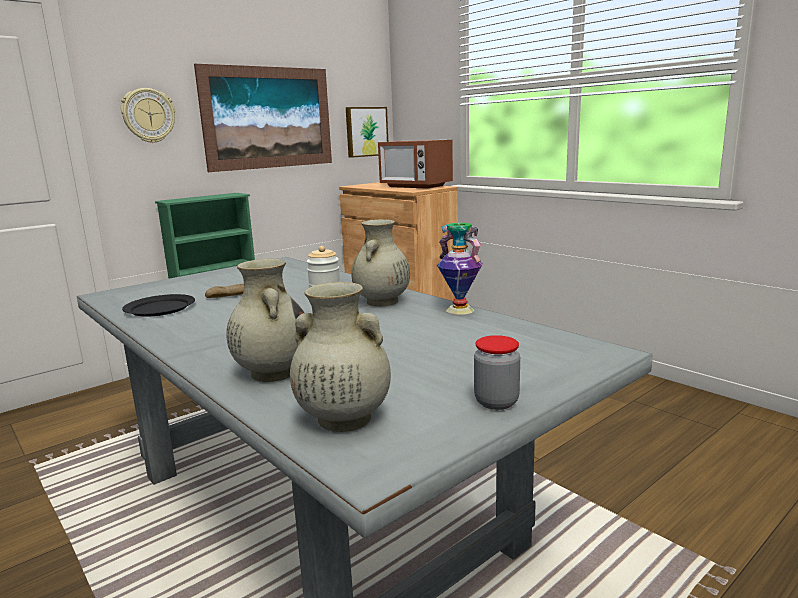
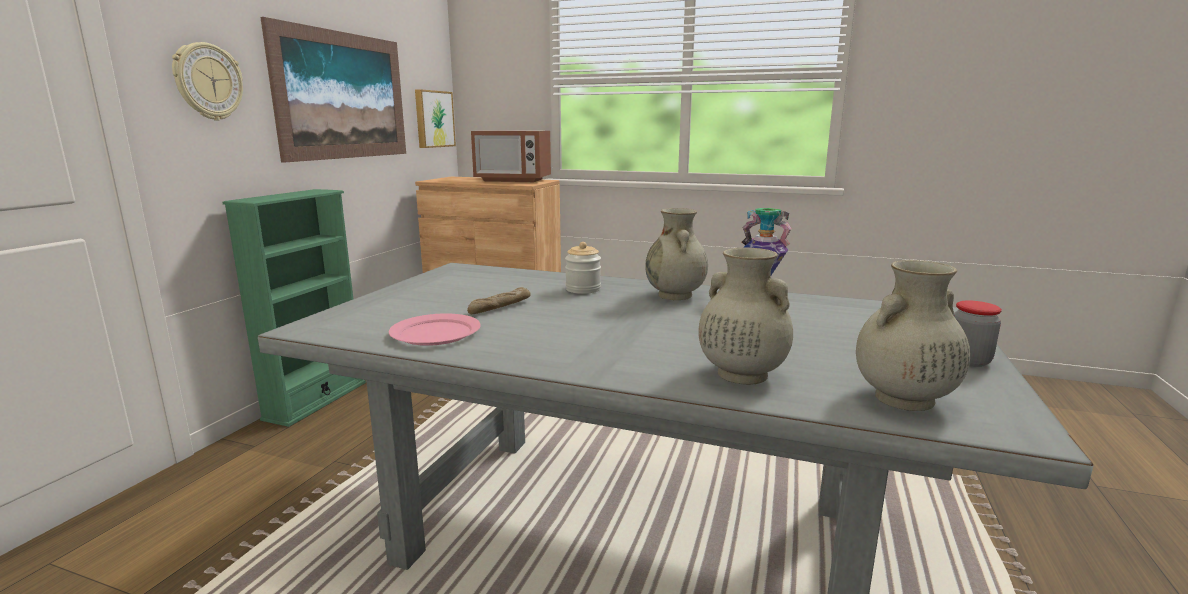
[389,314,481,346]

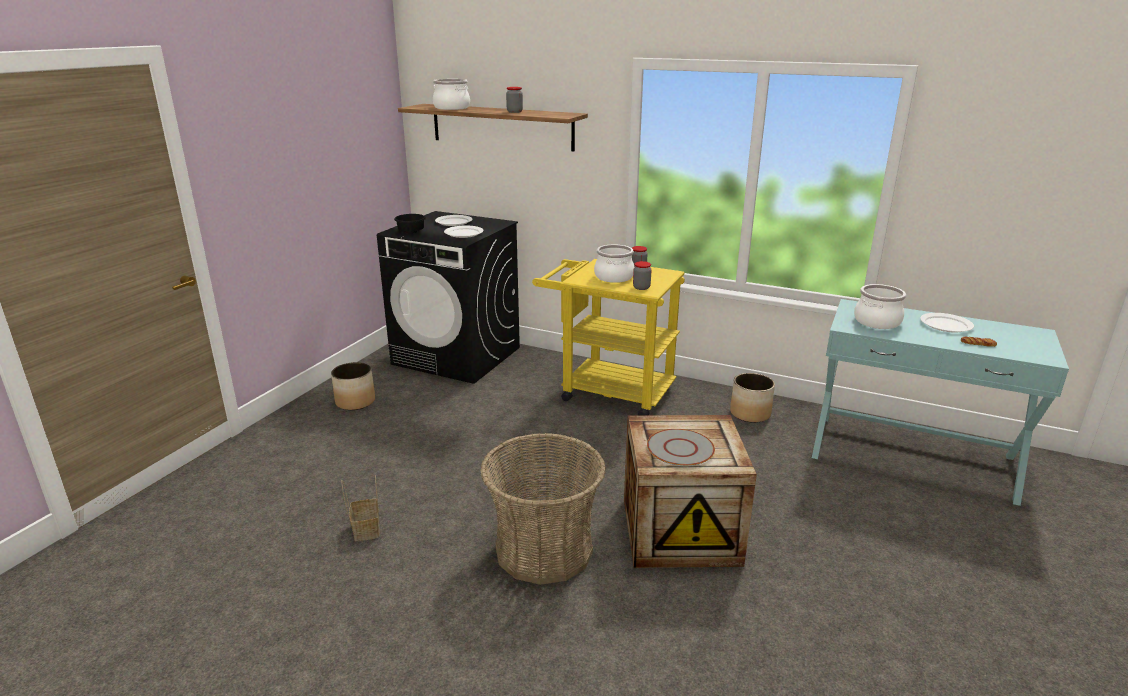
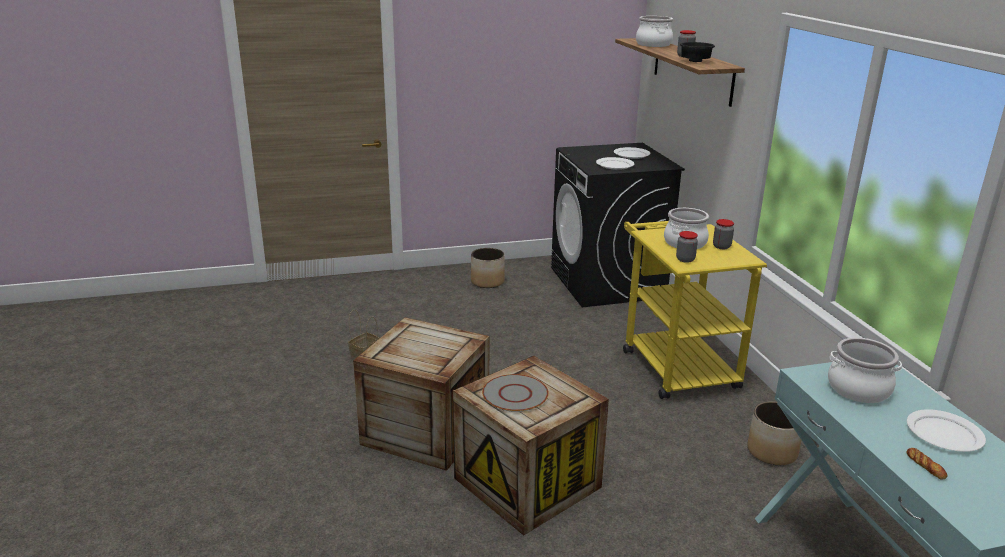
[680,42,715,62]
[353,317,490,471]

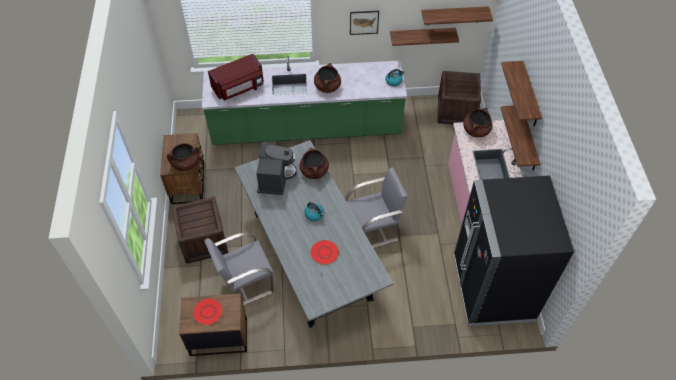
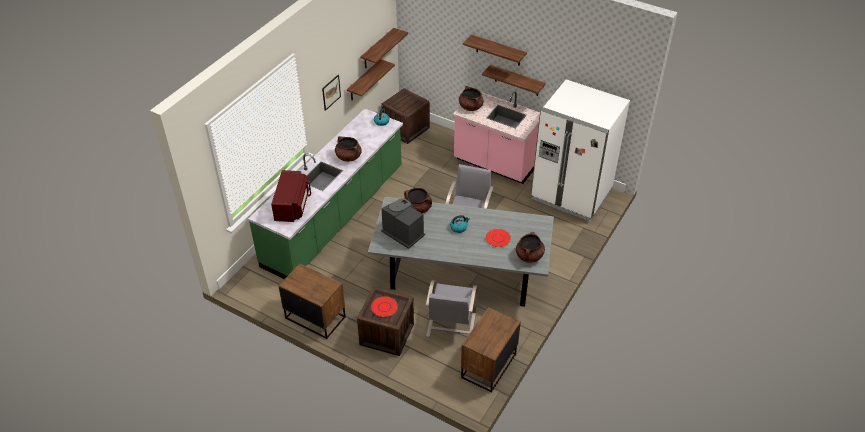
[516,232,545,263]
[531,79,630,221]
[371,296,398,317]

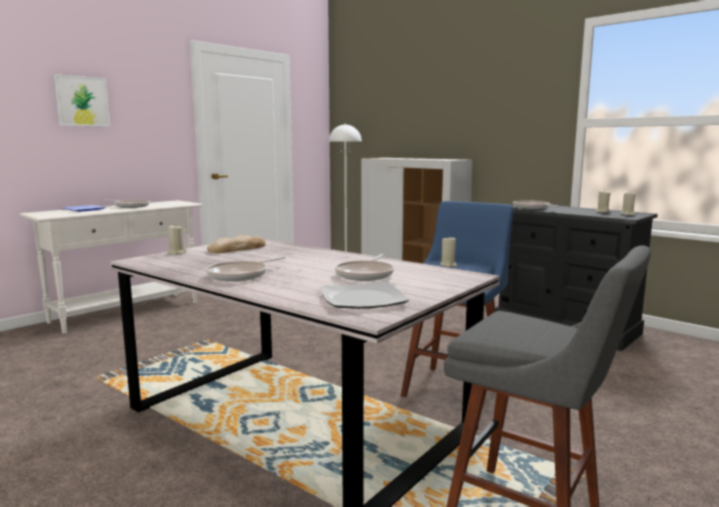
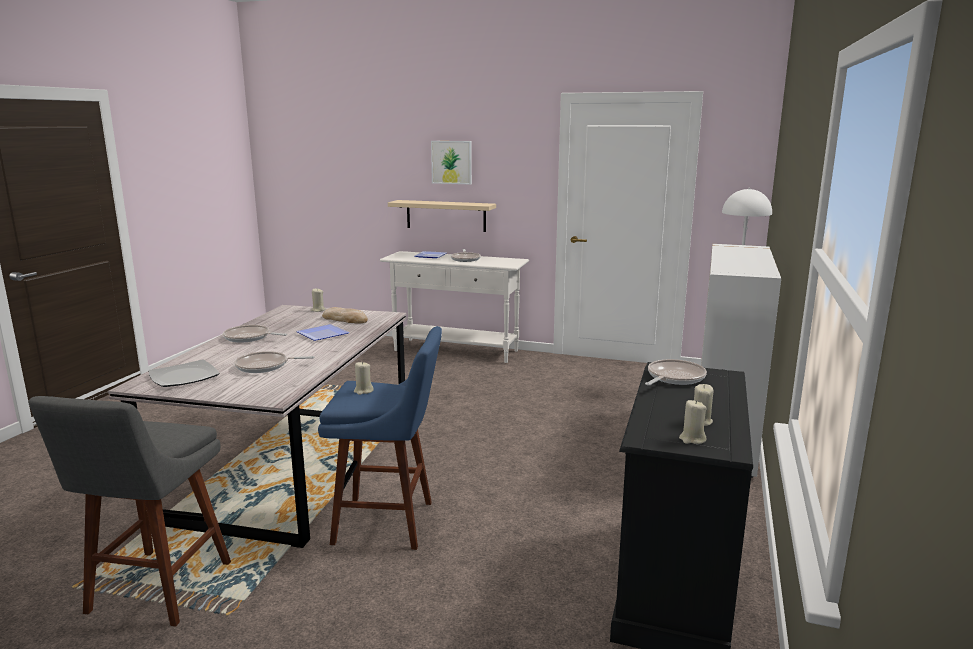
[388,200,496,232]
[296,324,350,341]

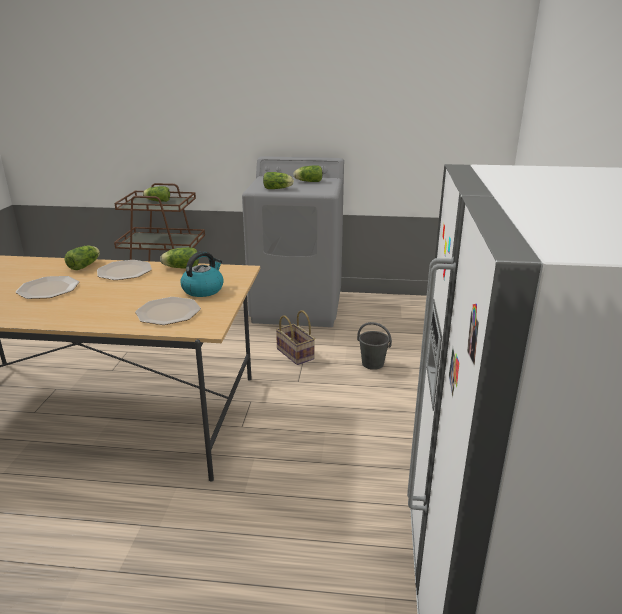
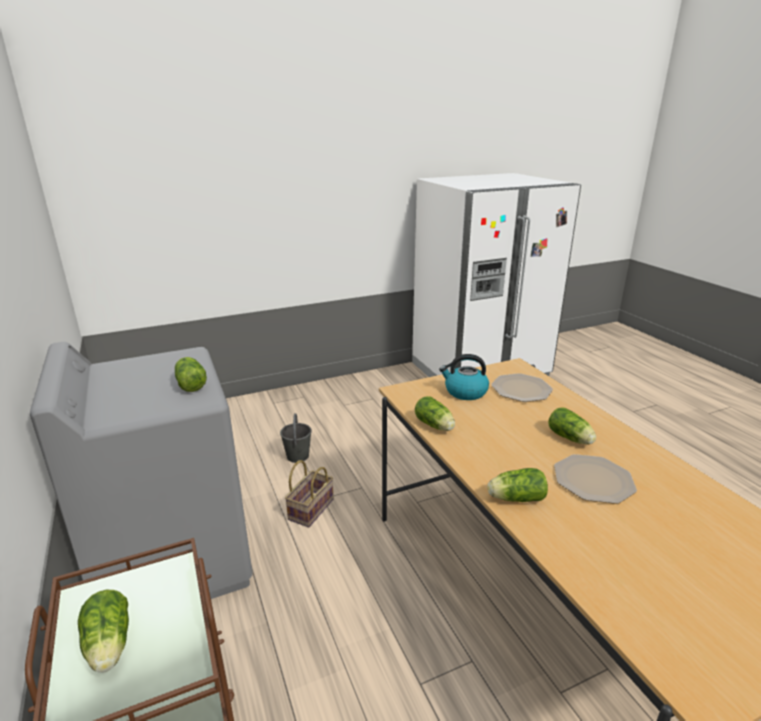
[548,407,596,445]
[97,260,152,280] (first image)

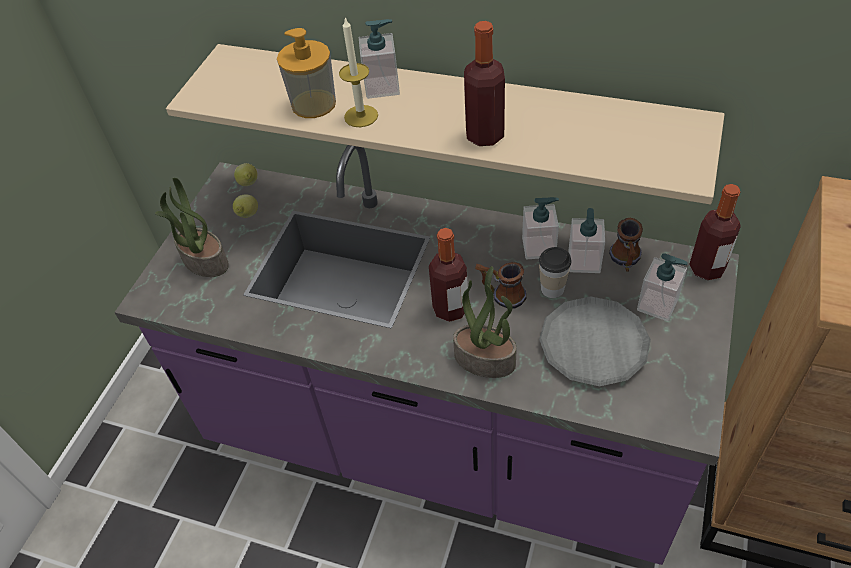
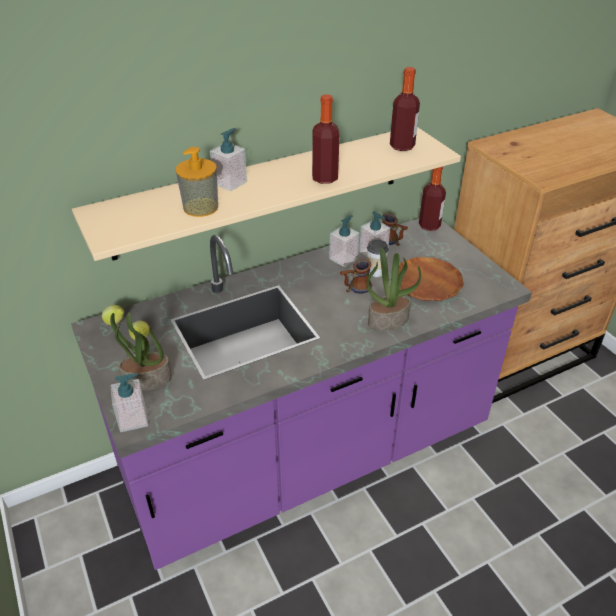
[339,17,378,127] (first image)
[390,67,420,151]
[110,373,148,432]
[398,257,464,301]

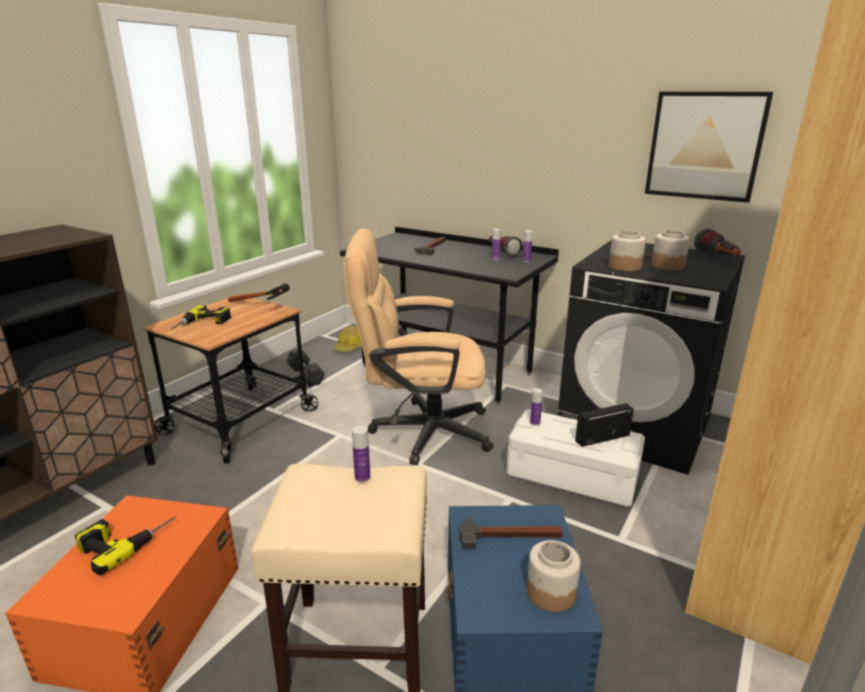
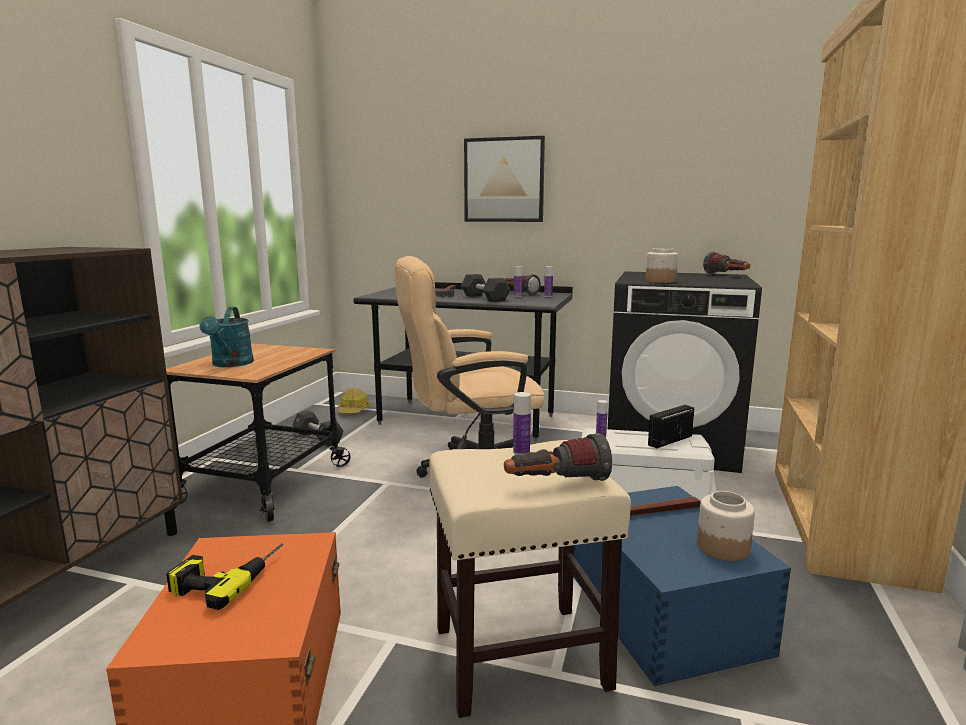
[464,136,545,222]
[651,230,690,270] (first image)
[228,283,290,302] (first image)
[200,307,254,367]
[461,274,510,302]
[504,433,612,481]

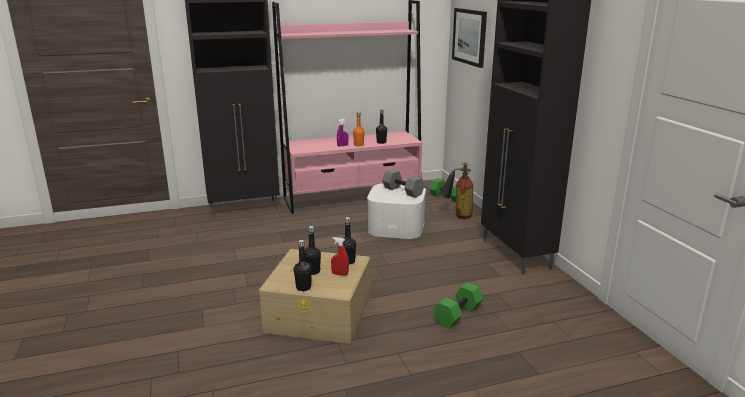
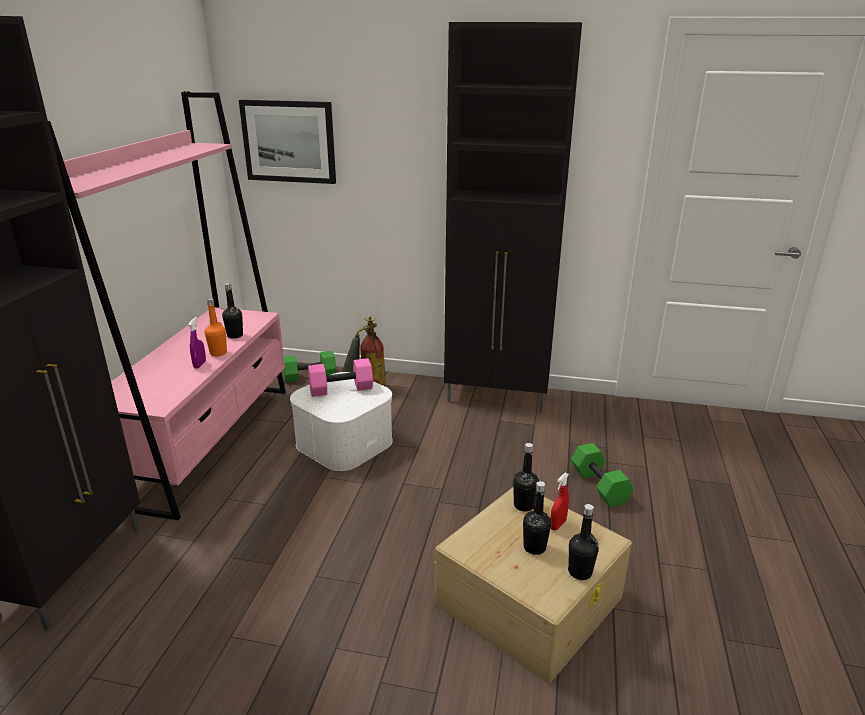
[308,358,373,397]

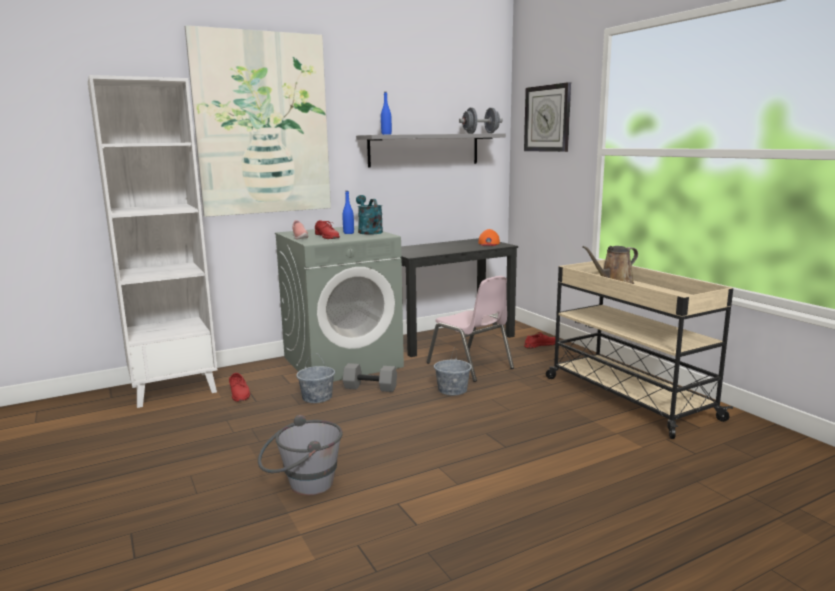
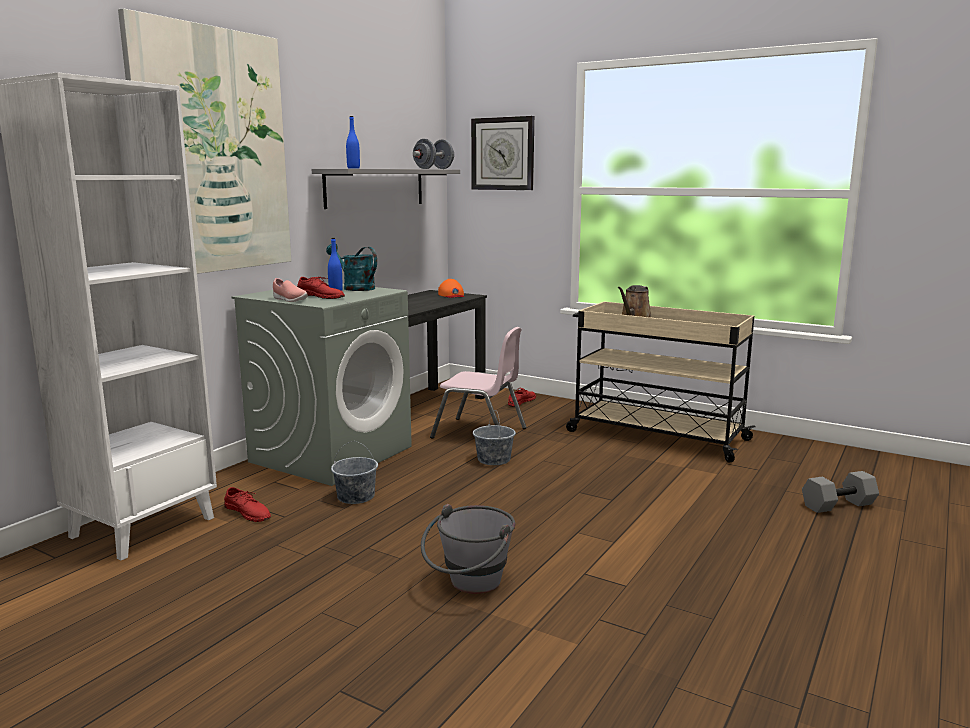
[802,471,879,513]

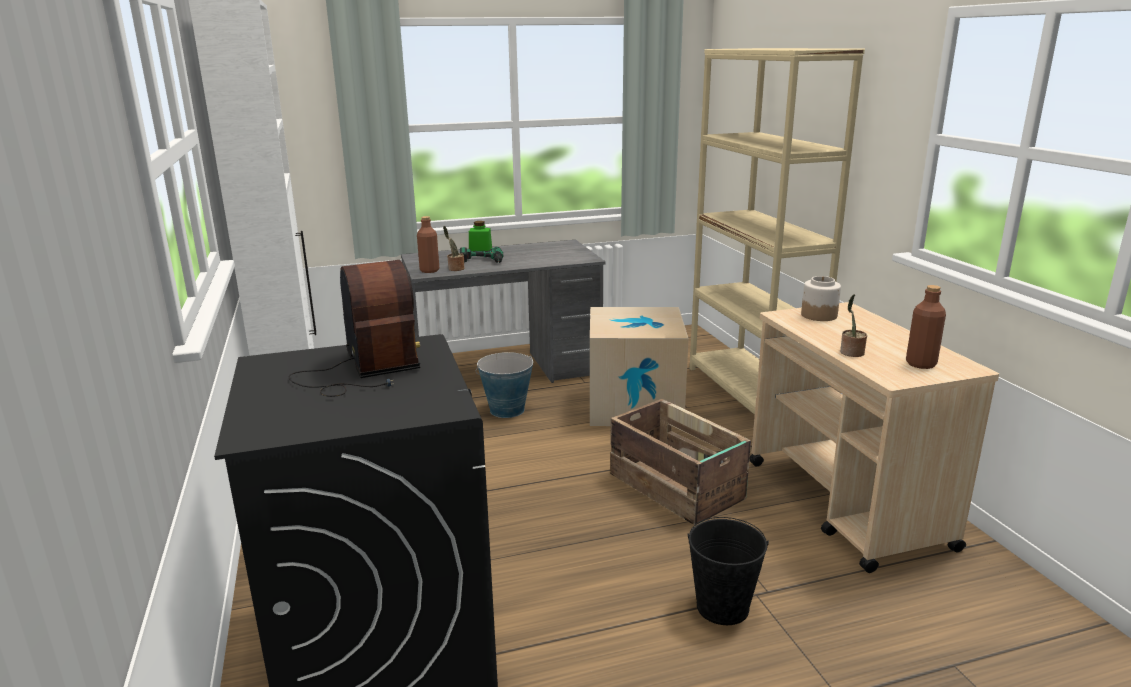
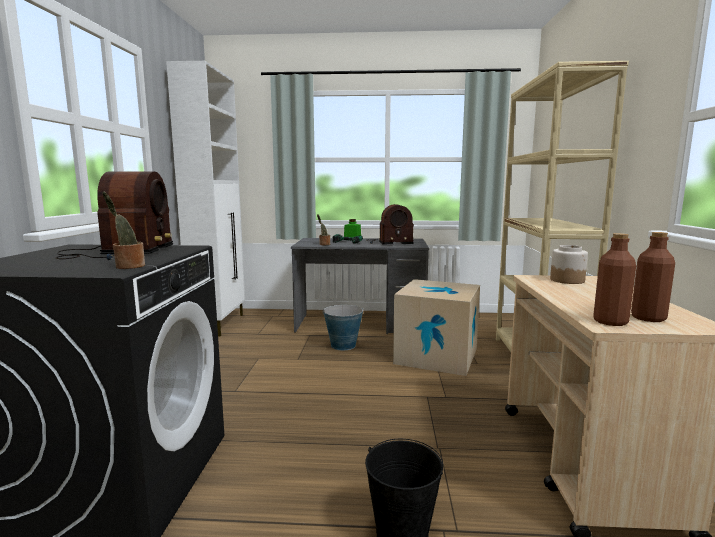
[593,233,636,326]
[102,192,145,269]
[610,399,751,525] (first image)
[366,204,414,244]

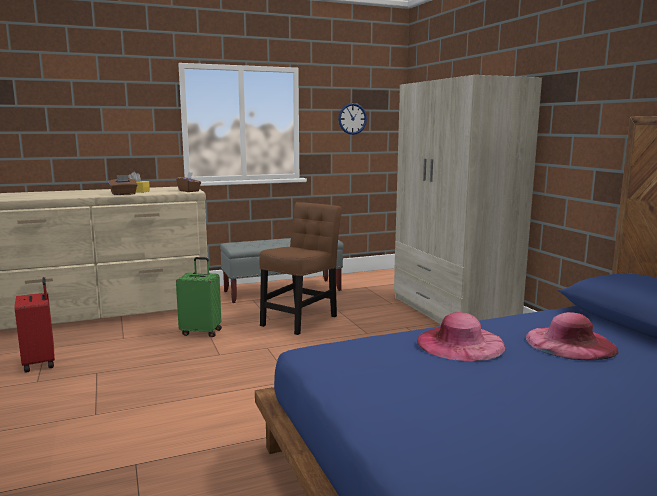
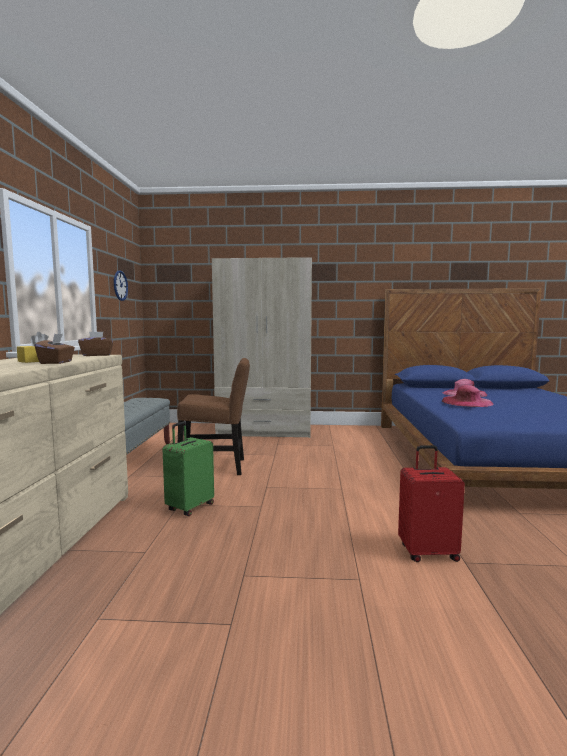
[177,358,250,475]
[398,445,465,562]

